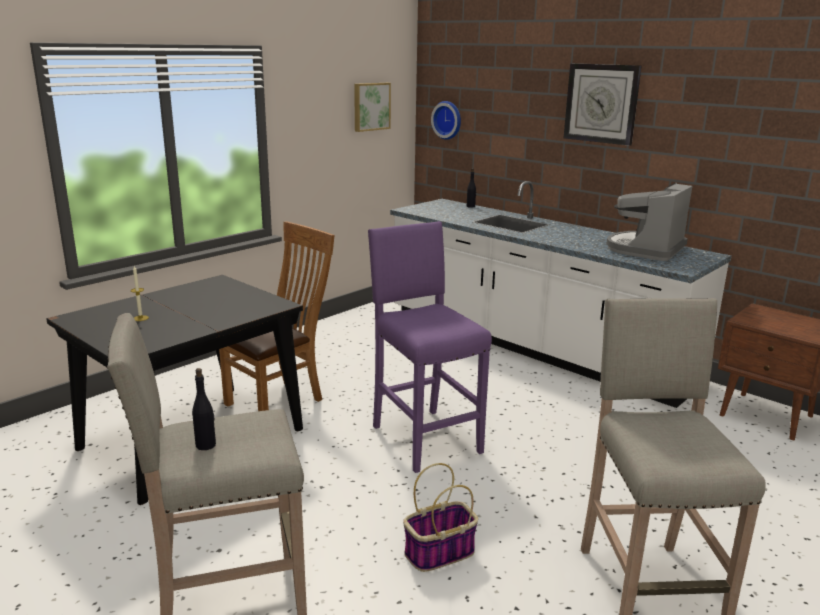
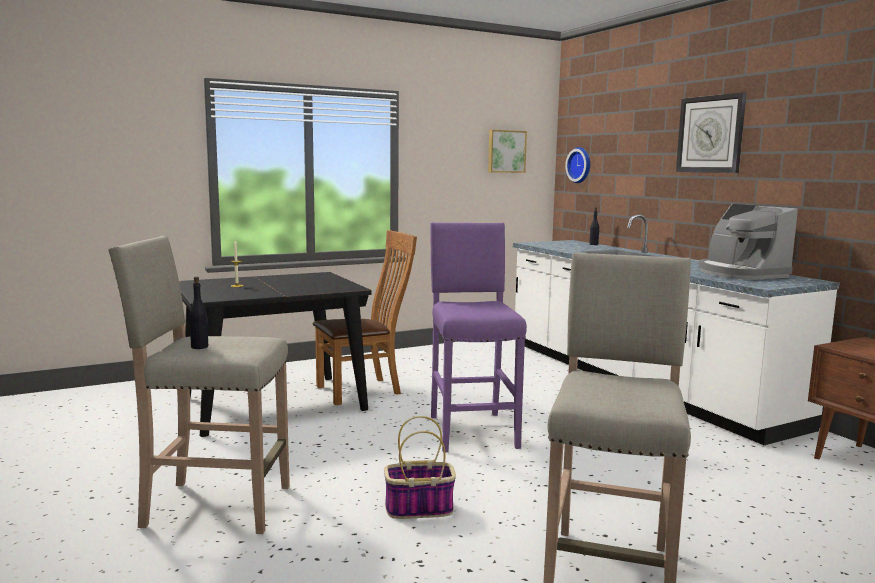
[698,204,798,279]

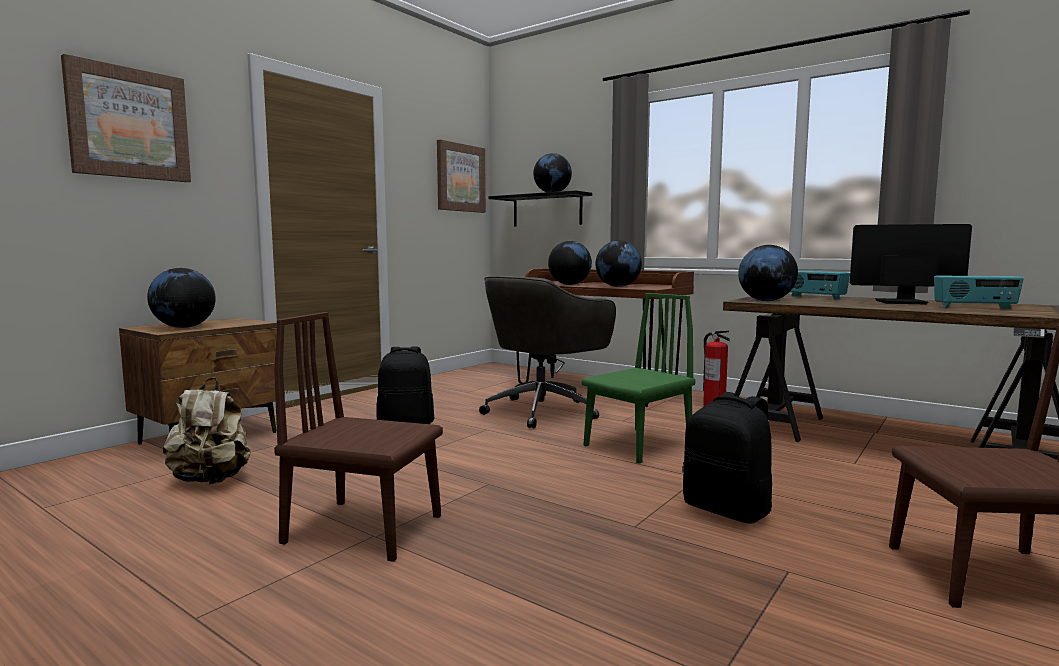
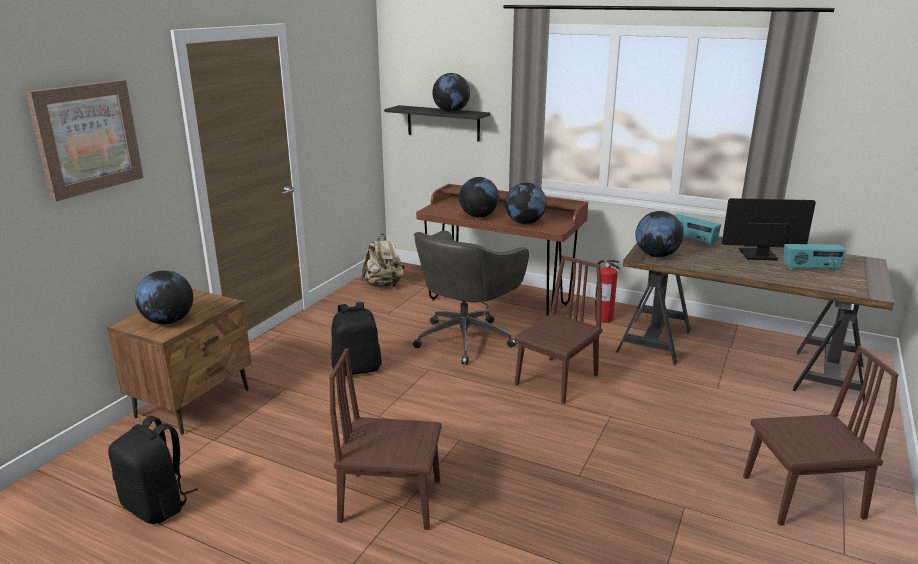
[437,140,486,213] (first image)
[514,255,603,404]
[361,234,405,287]
[108,416,198,524]

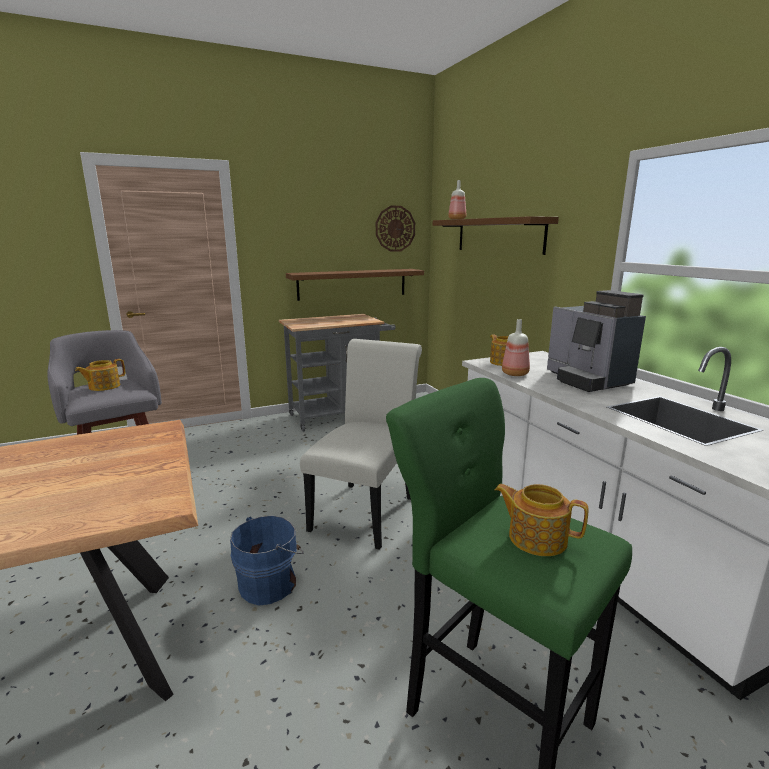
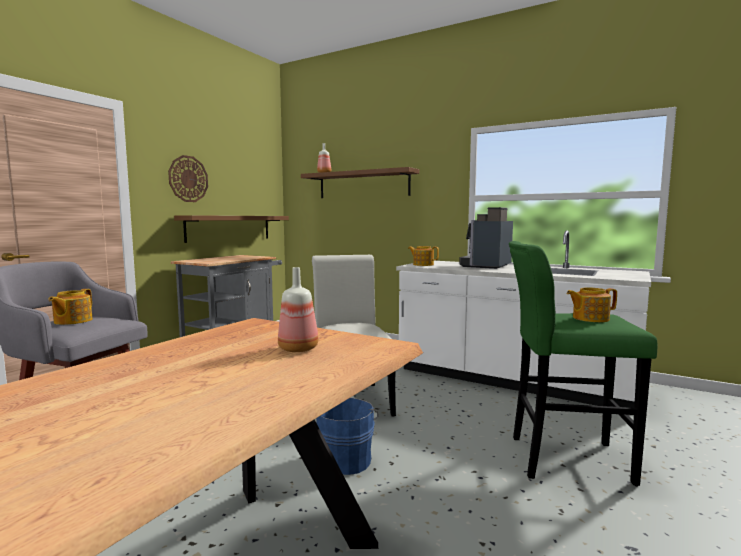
[168,155,208,202]
[459,207,513,269]
[278,267,318,352]

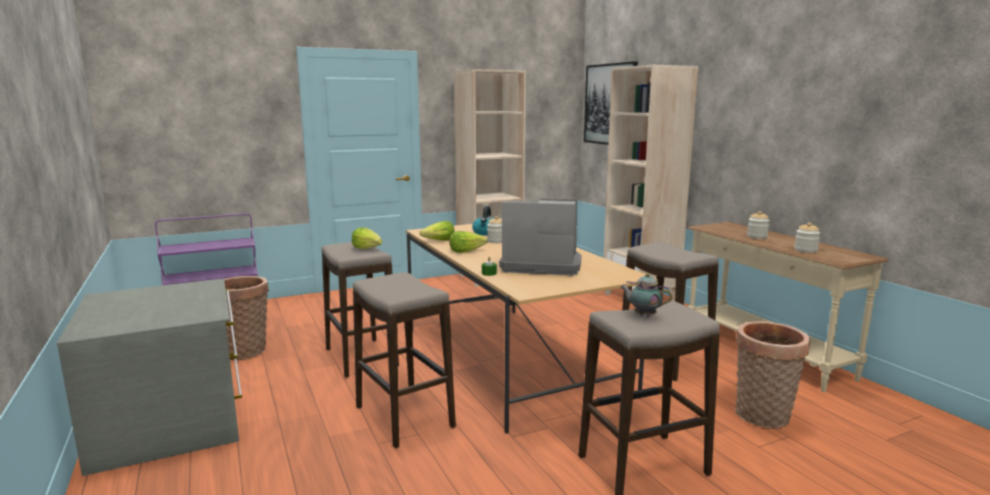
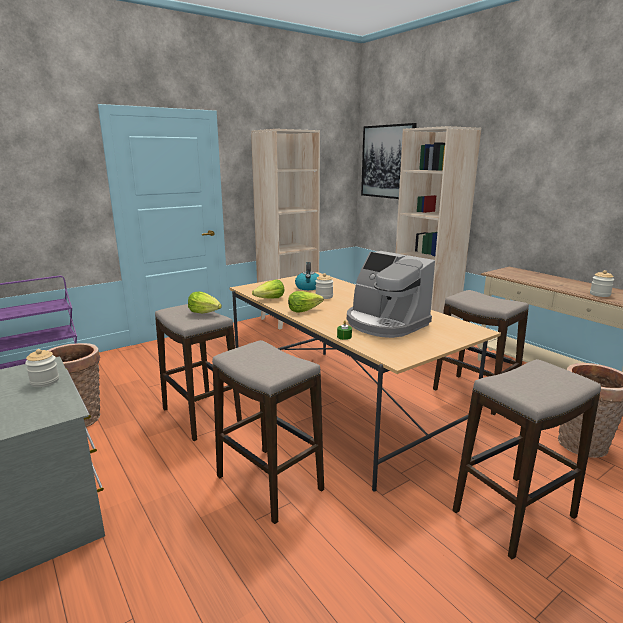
[347,251,435,338]
[25,349,59,387]
[620,273,672,317] (first image)

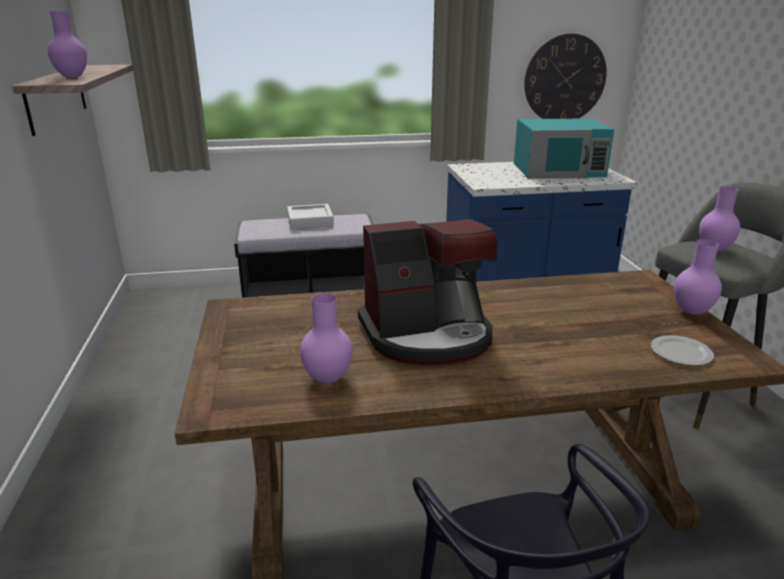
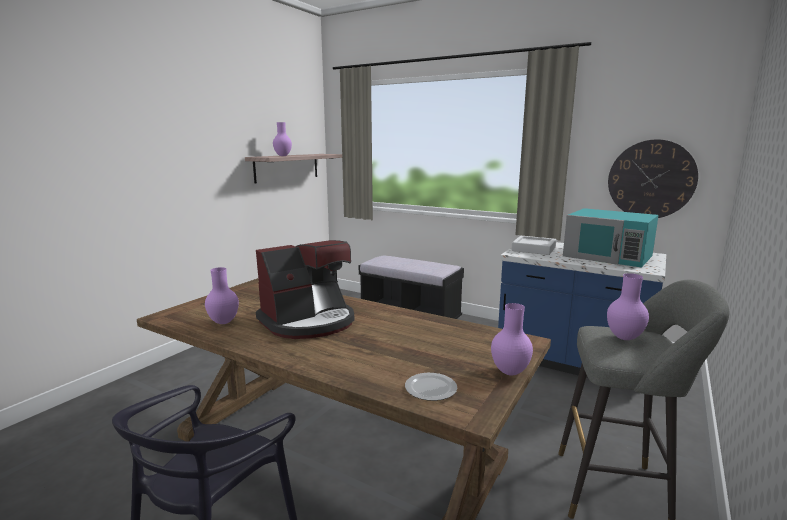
[511,236,556,255]
[256,240,354,339]

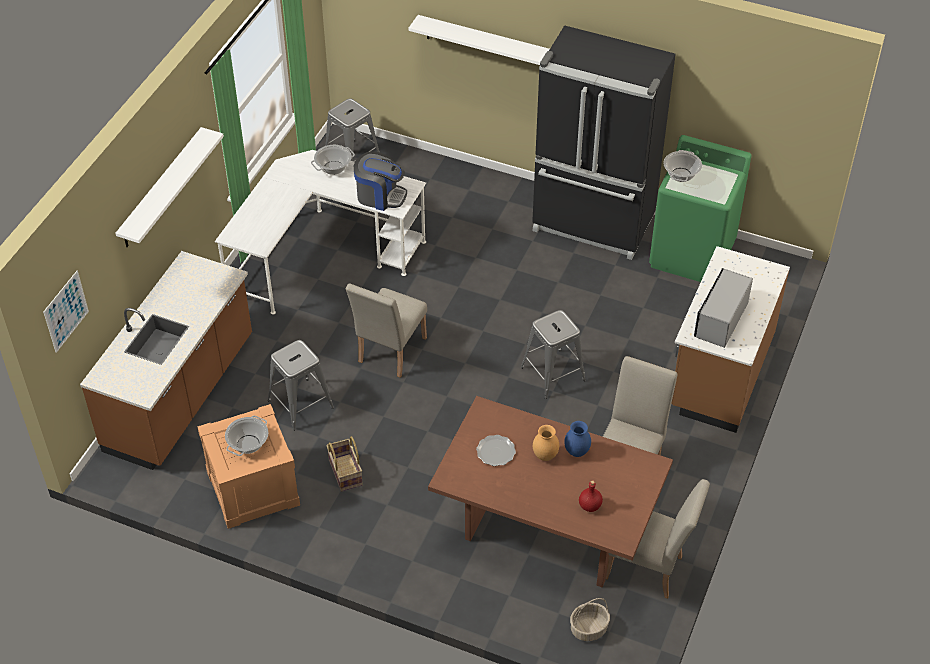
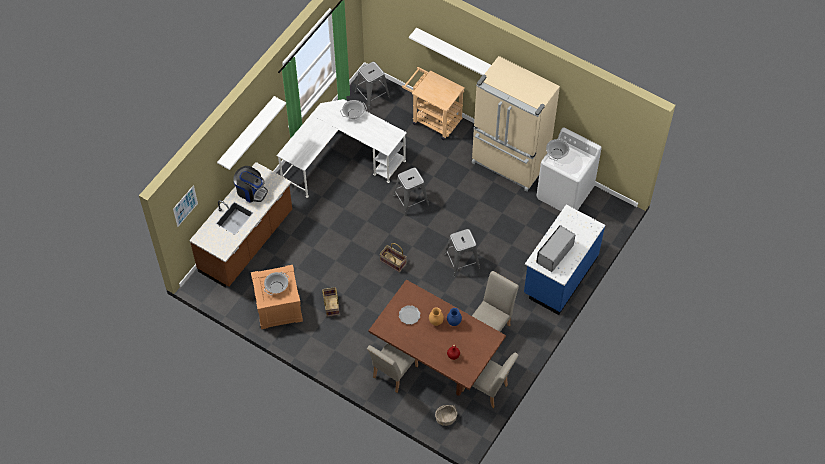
[472,56,560,192]
[537,127,602,211]
[233,166,268,203]
[524,205,605,315]
[367,343,418,392]
[393,168,429,216]
[402,67,465,140]
[380,243,407,272]

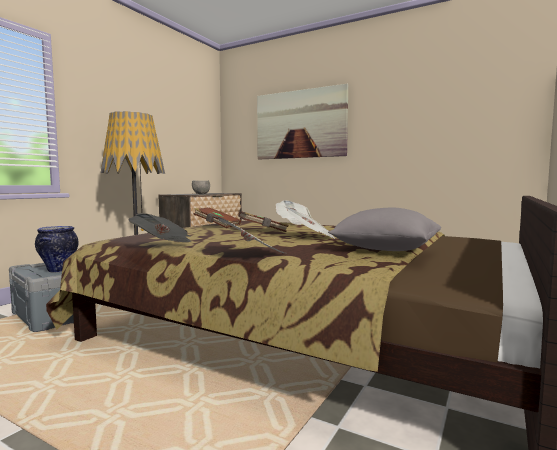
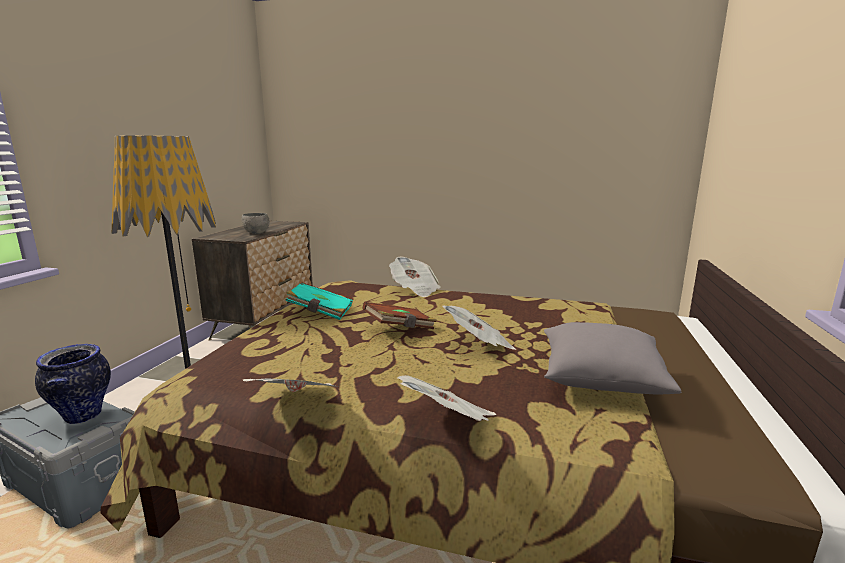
[257,84,348,159] (first image)
[285,283,353,320]

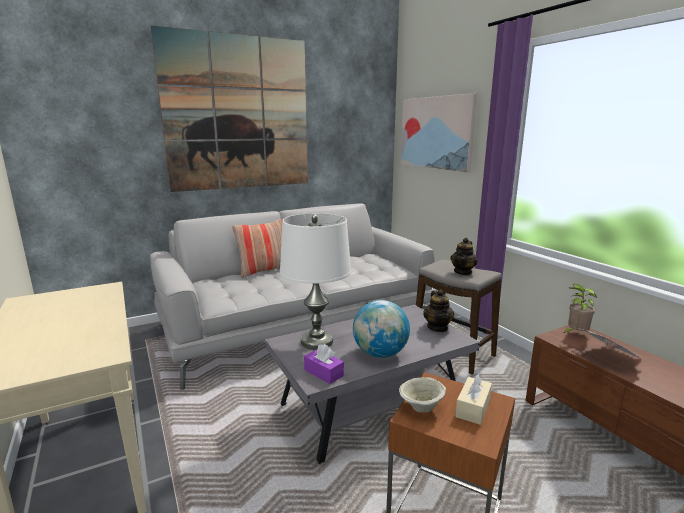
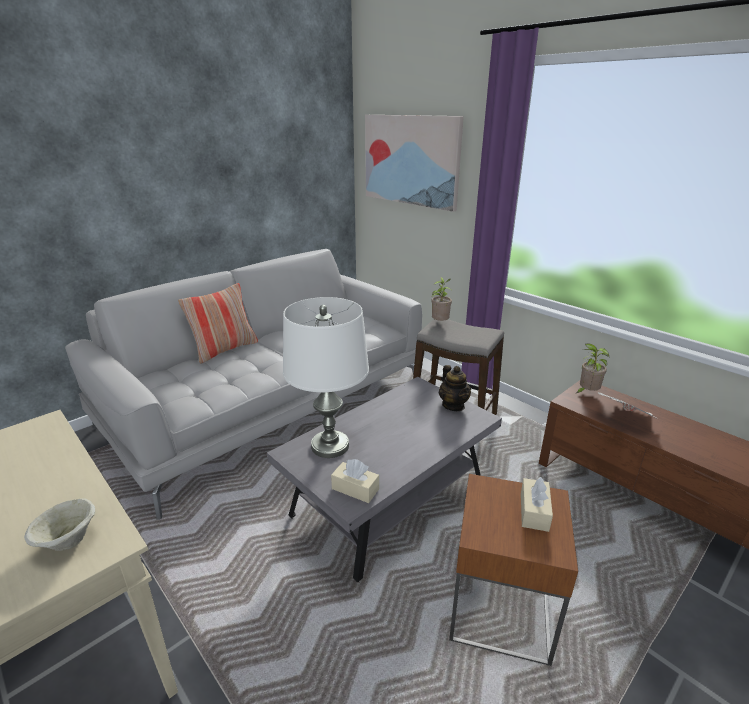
[151,25,308,192] (first image)
[450,238,478,275] (first image)
[353,300,410,358] (first image)
[331,459,379,503]
[24,498,95,551]
[432,277,453,321]

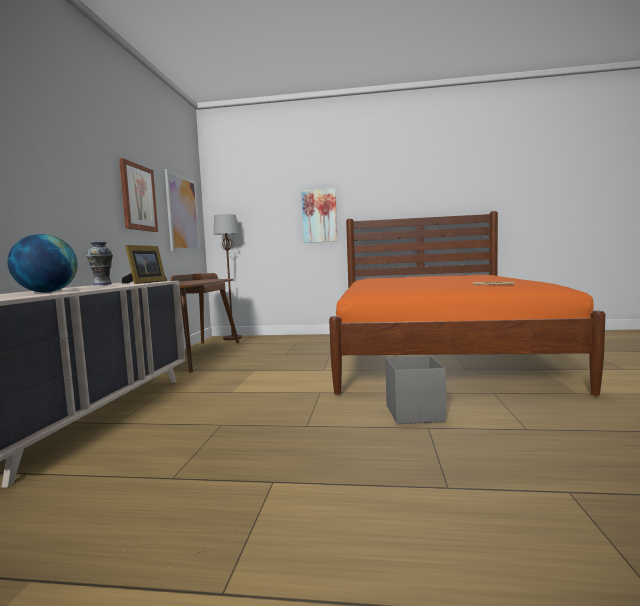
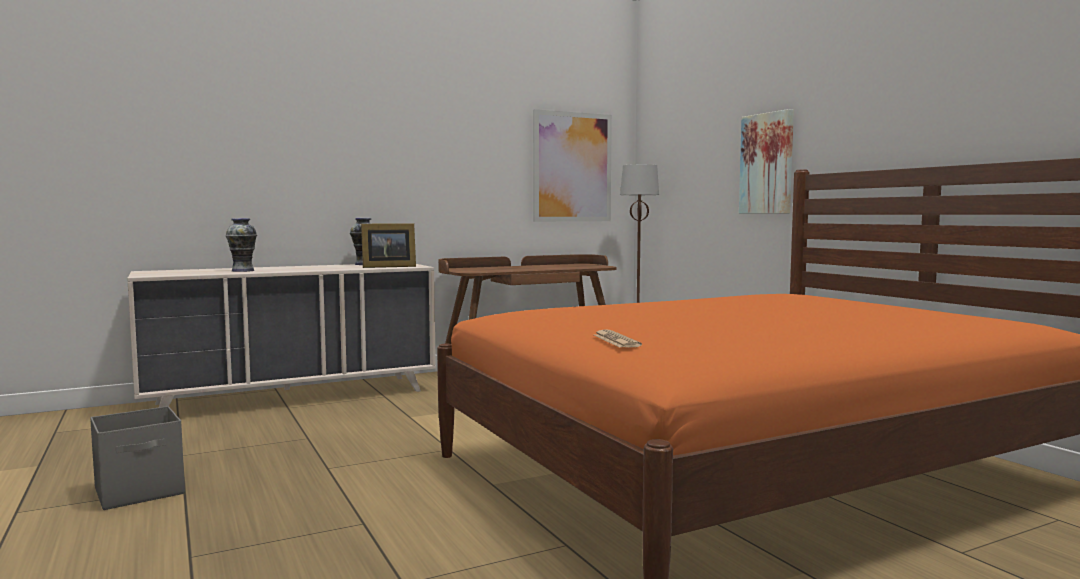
[119,158,158,232] (first image)
[226,218,257,272]
[90,406,185,510]

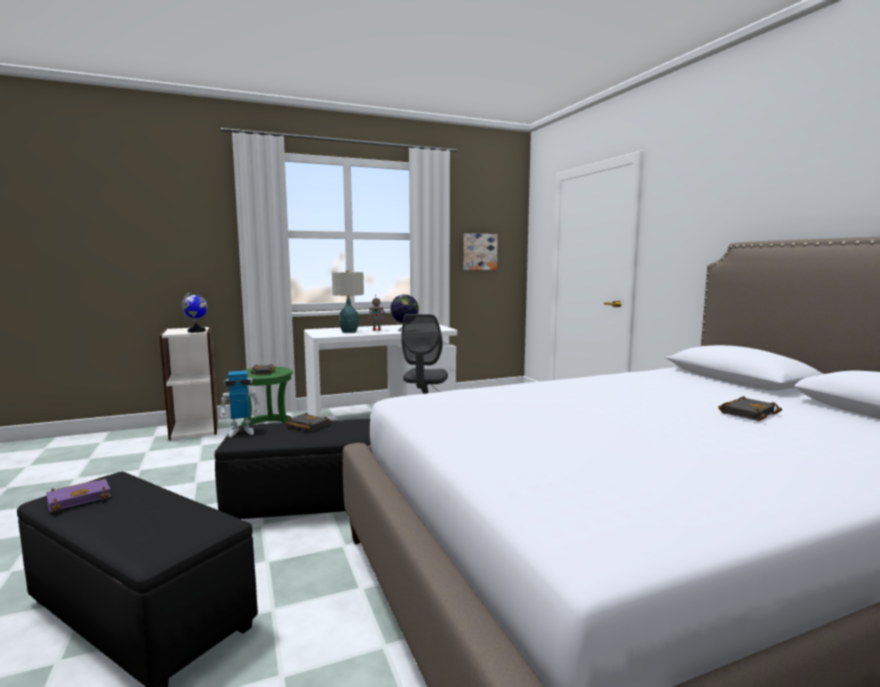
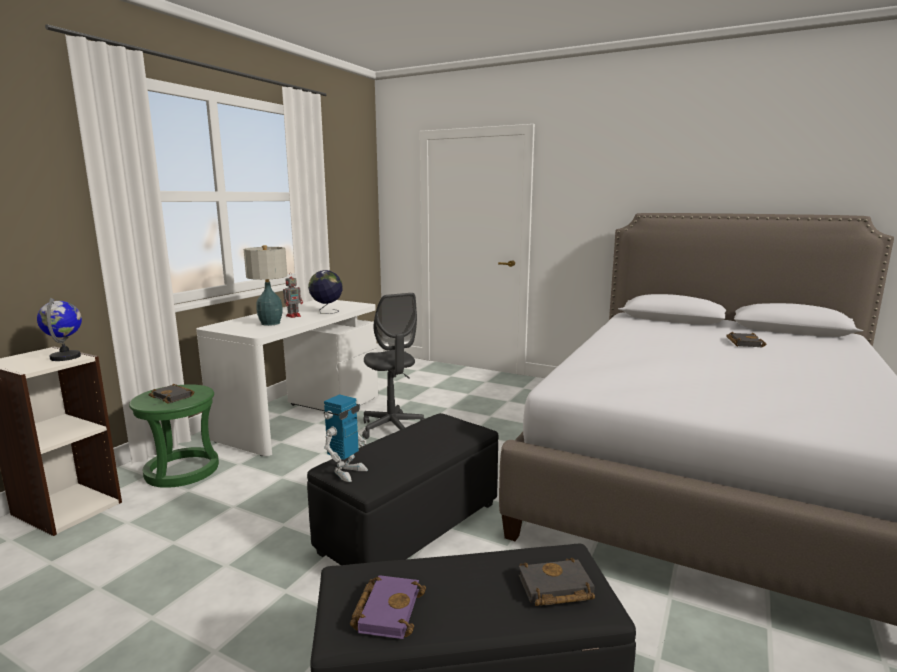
[464,233,498,270] (first image)
[519,558,595,606]

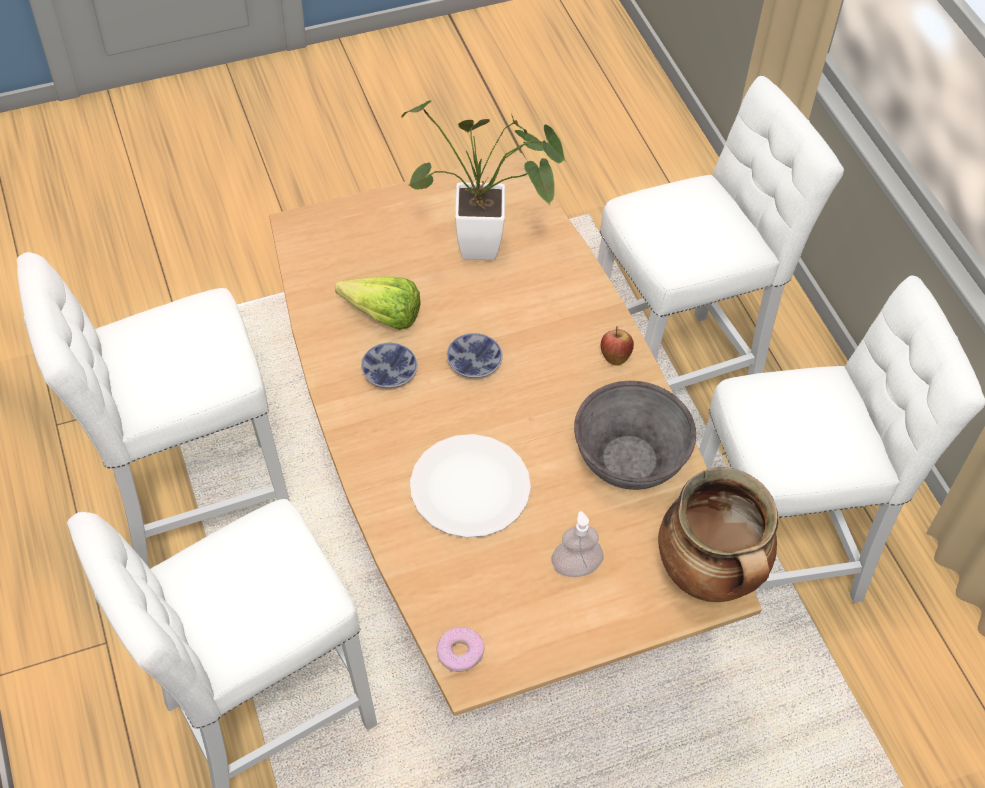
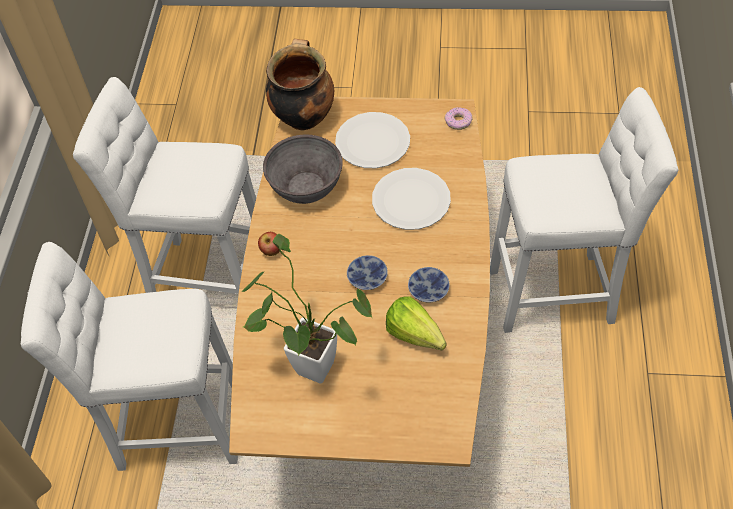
[17,252,290,567] (first image)
[335,112,410,168]

